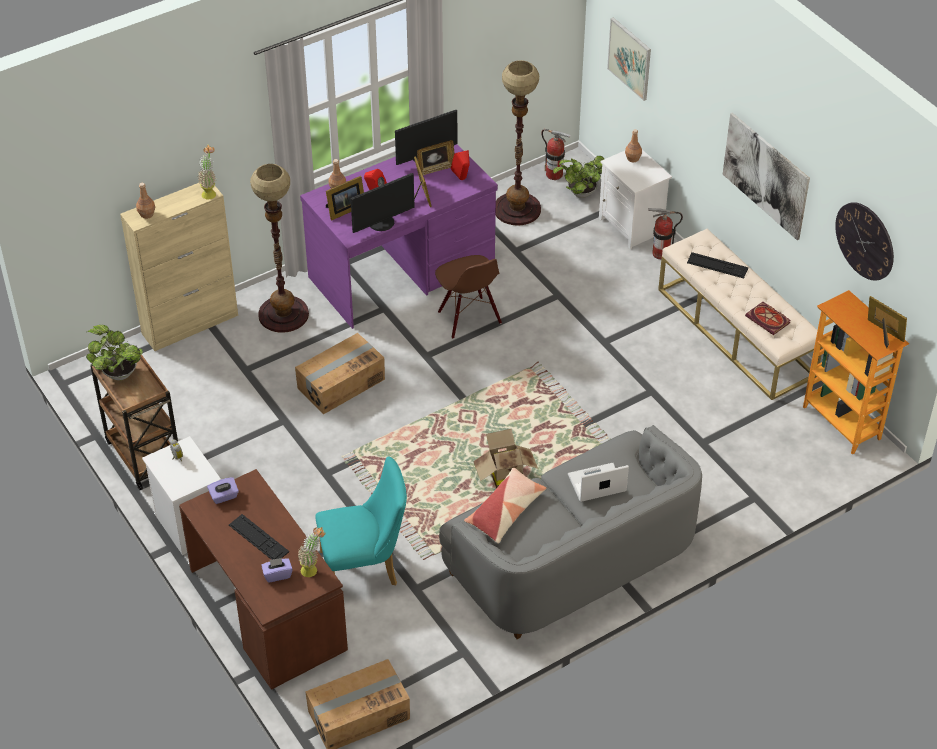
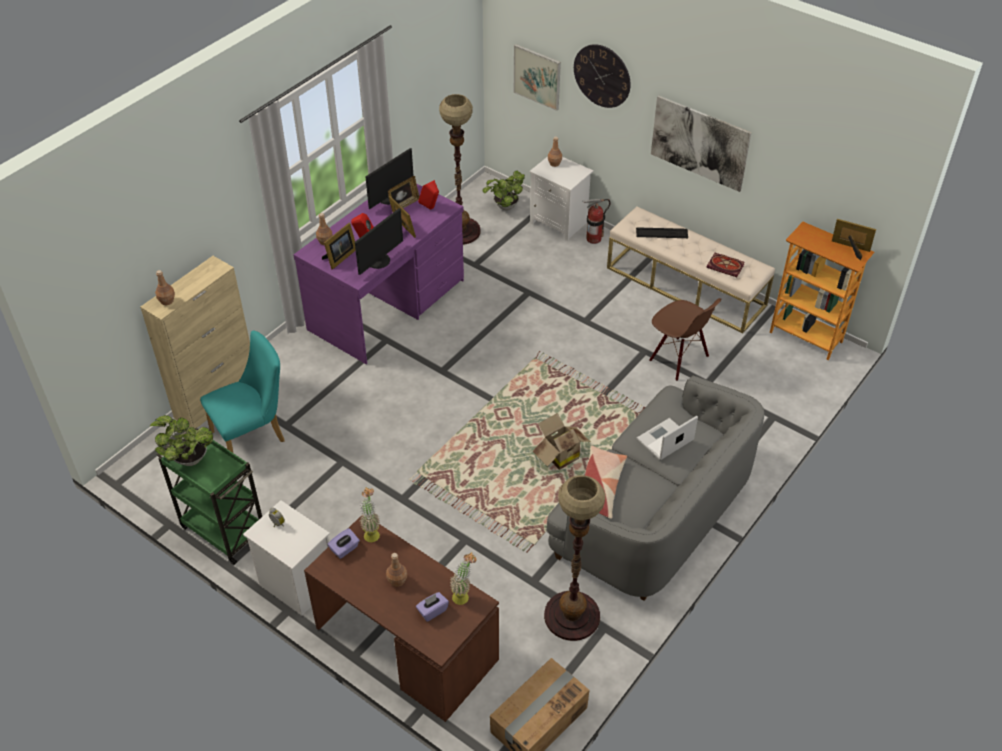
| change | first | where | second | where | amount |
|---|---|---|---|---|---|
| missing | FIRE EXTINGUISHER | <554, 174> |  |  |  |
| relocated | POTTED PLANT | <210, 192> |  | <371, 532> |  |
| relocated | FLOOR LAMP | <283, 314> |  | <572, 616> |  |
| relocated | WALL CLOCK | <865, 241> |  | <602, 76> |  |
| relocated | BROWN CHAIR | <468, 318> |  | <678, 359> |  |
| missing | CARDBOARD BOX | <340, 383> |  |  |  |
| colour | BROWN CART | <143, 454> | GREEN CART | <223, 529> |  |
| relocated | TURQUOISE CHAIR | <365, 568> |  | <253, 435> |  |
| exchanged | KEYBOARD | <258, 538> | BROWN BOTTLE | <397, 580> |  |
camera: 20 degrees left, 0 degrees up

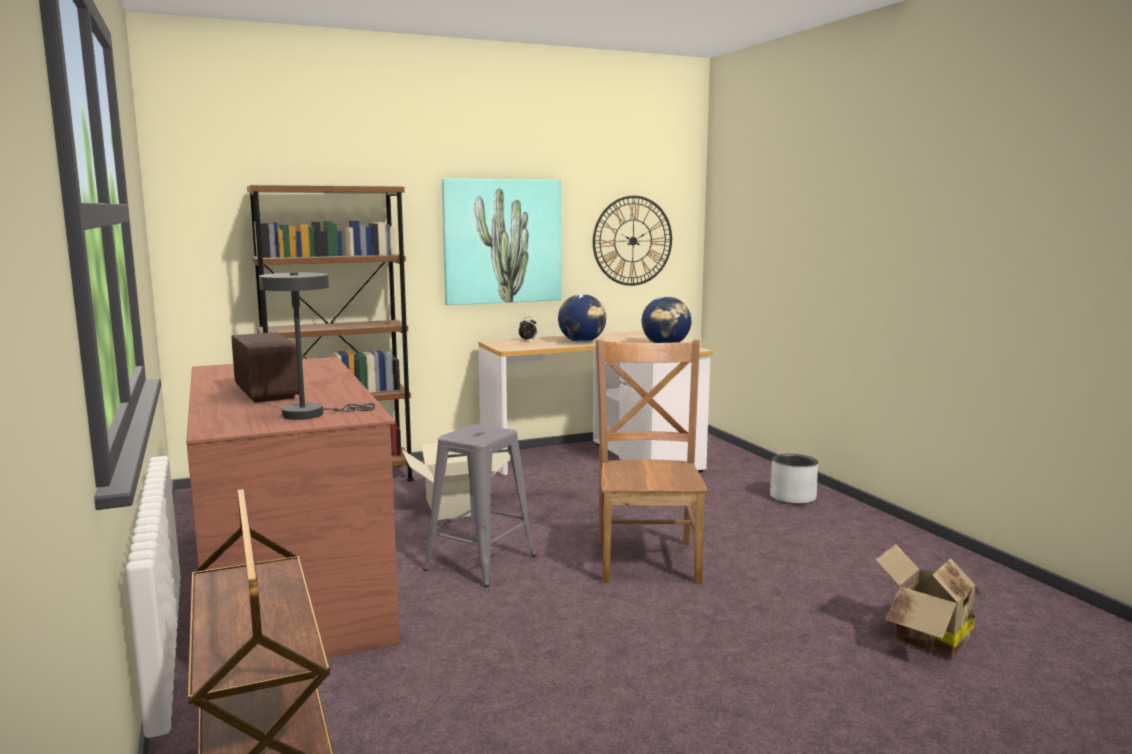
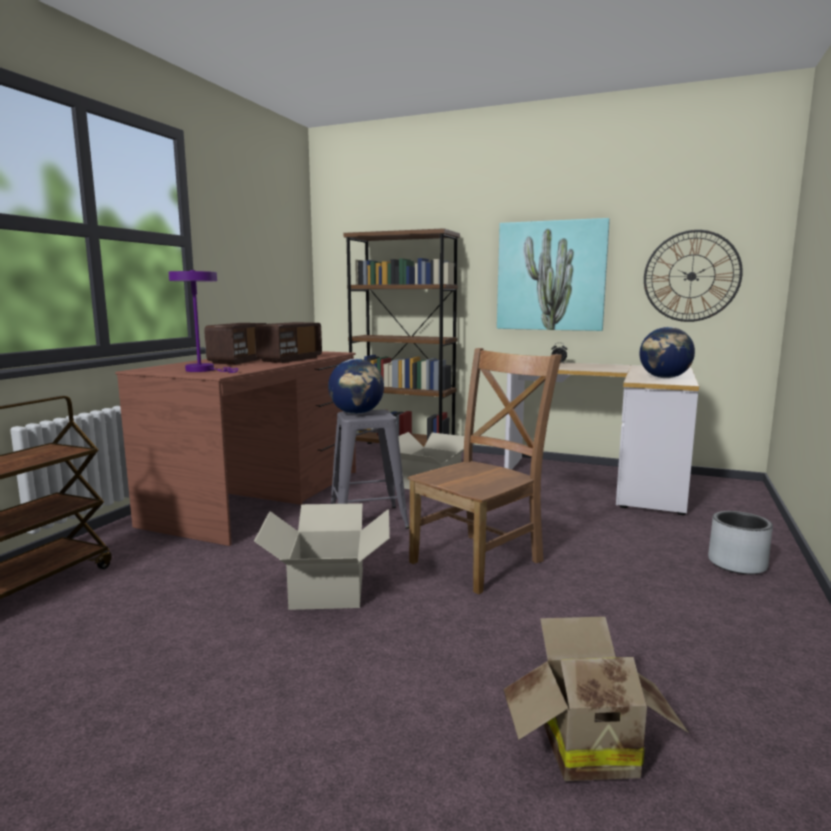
| change | first | where | second | where | amount |
|---|---|---|---|---|---|
| colour | GREY TABLE LAMP | <311, 414> | PURPLE TABLE LAMP | <204, 370> |  |
| relocated | GLOBE | <582, 342> |  | <357, 413> |  |
| appeared |  |  | RADIO | <290, 359> |  |
| appeared |  |  | CARDBOARD BOX | <328, 589> |  |
camera: 45 degrees right, 0 degrees up

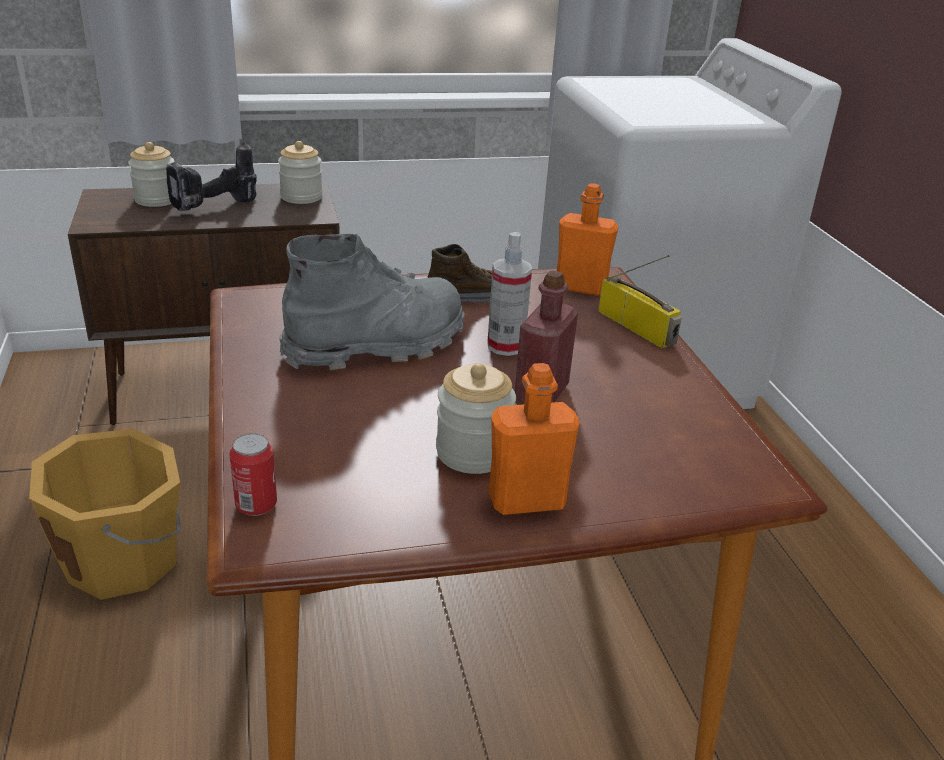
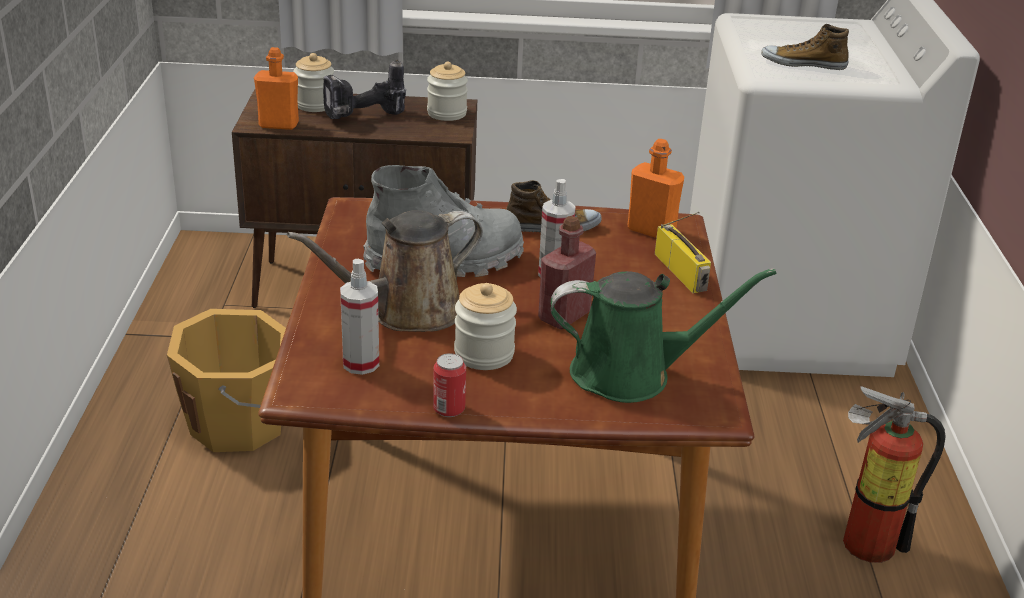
| change | first | where | second | where | amount |
|---|---|---|---|---|---|
| relocated | ORANGE BOTTLE | <526, 500> |  | <278, 125> |  |
| relocated | CAN | <256, 505> |  | <449, 409> |  |
| appeared |  |  | SHOE | <803, 64> |  |
| appeared |  |  | BROWN WATERING CAN | <407, 312> |  |
| appeared |  |  | SPRAY BOTTLE | <361, 363> |  |
| appeared |  |  | GREEN WATERING CAN | <631, 374> |  |
| appeared |  |  | FIRE EXTINGUISHER | <861, 540> |  |
camera: 15 degrees right, 0 degrees up

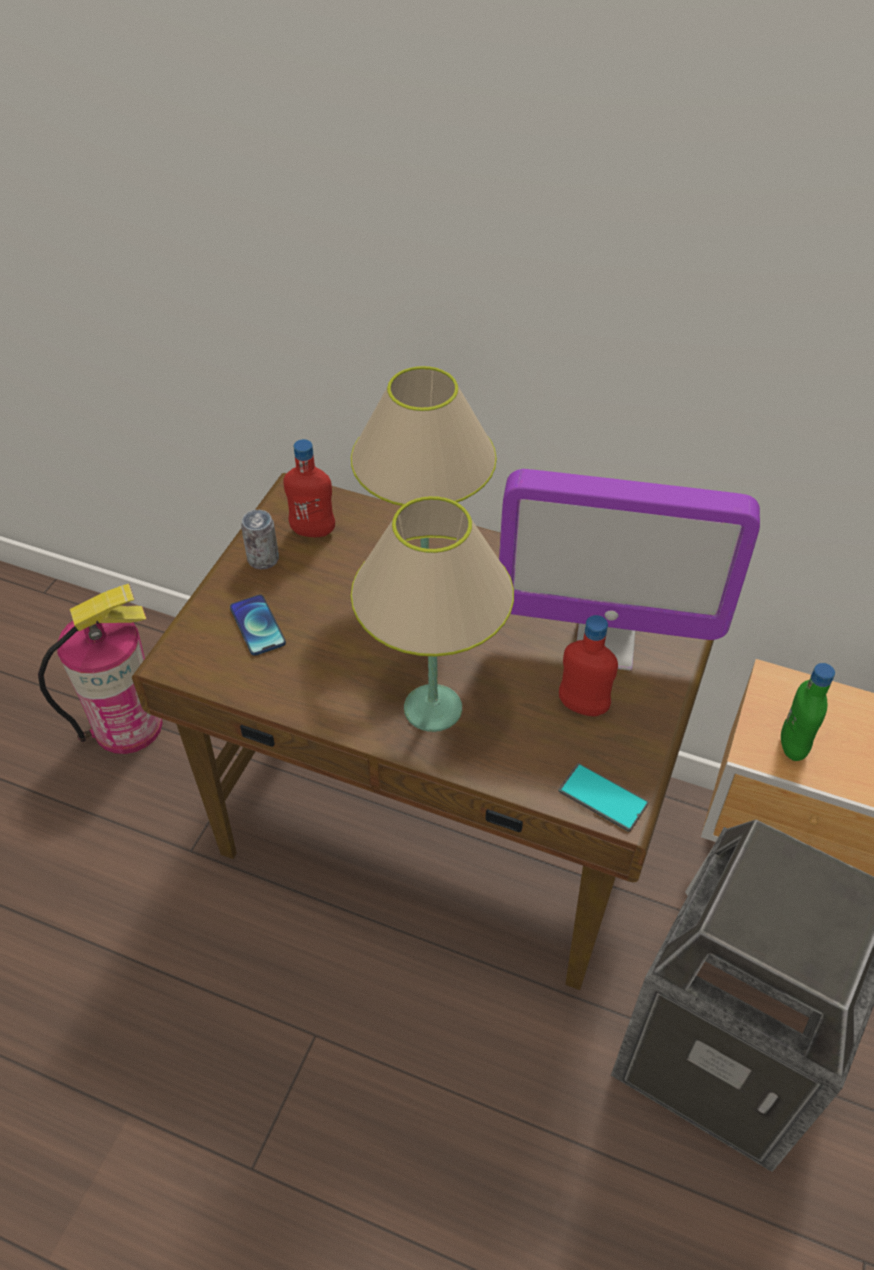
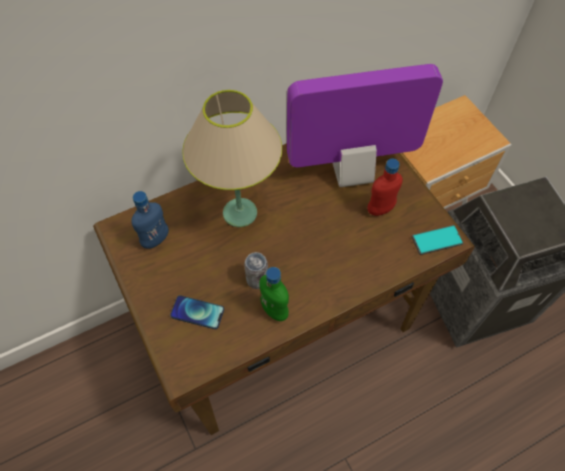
| change | first | where | second | where | amount |
|---|---|---|---|---|---|
| colour | RED BOTTLE | <313, 531> | BLUE BOTTLE | <155, 239> |  |
| spun | MONITOR | <605, 643> |  | <352, 173> | 150 degrees counterclockwise |
| missing | BEIGE TABLE LAMP | <432, 709> |  |  |  |
| relocated | CAN | <263, 559> |  | <257, 279> |  |
| missing | FIRE EXTINGUISHER | <128, 725> |  |  |  |
| relocated | GREEN BOTTLE | <793, 745> |  | <274, 310> |  |
camera: 50 degrees left, 10 degrees up

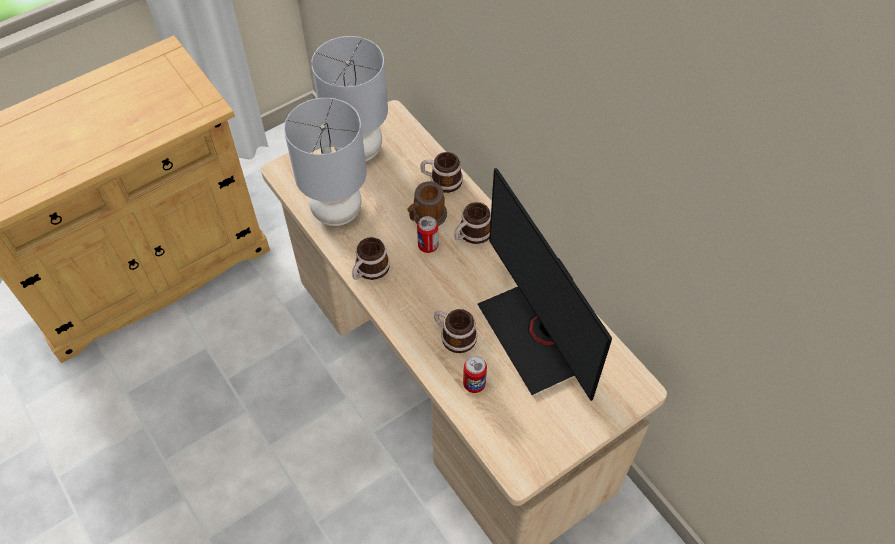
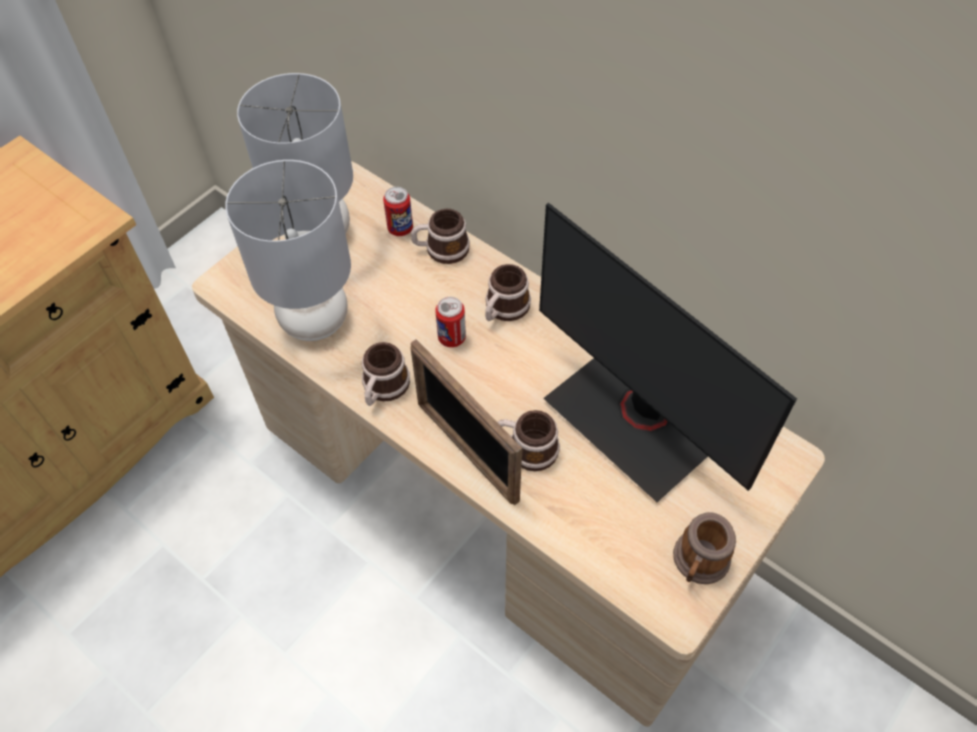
| change | first | where | second | where | amount |
|---|---|---|---|---|---|
| relocated | MUG | <426, 217> |  | <698, 563> |  |
| relocated | CAN | <474, 384> |  | <400, 228> |  |
| appeared |  |  | PICTURE FRAME | <466, 450> |  |
camera: 15 degrees left, 0 degrees up

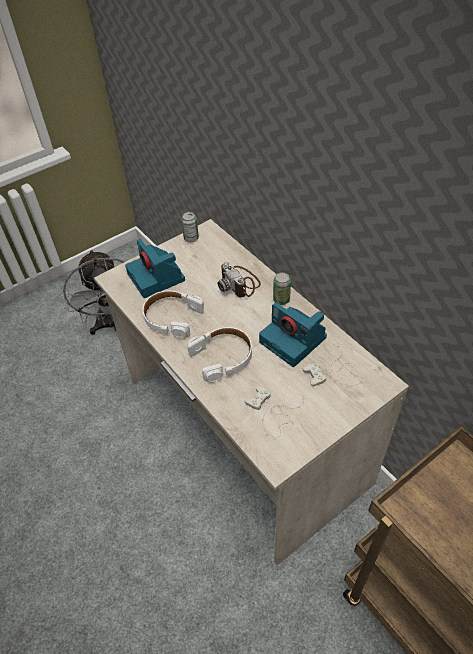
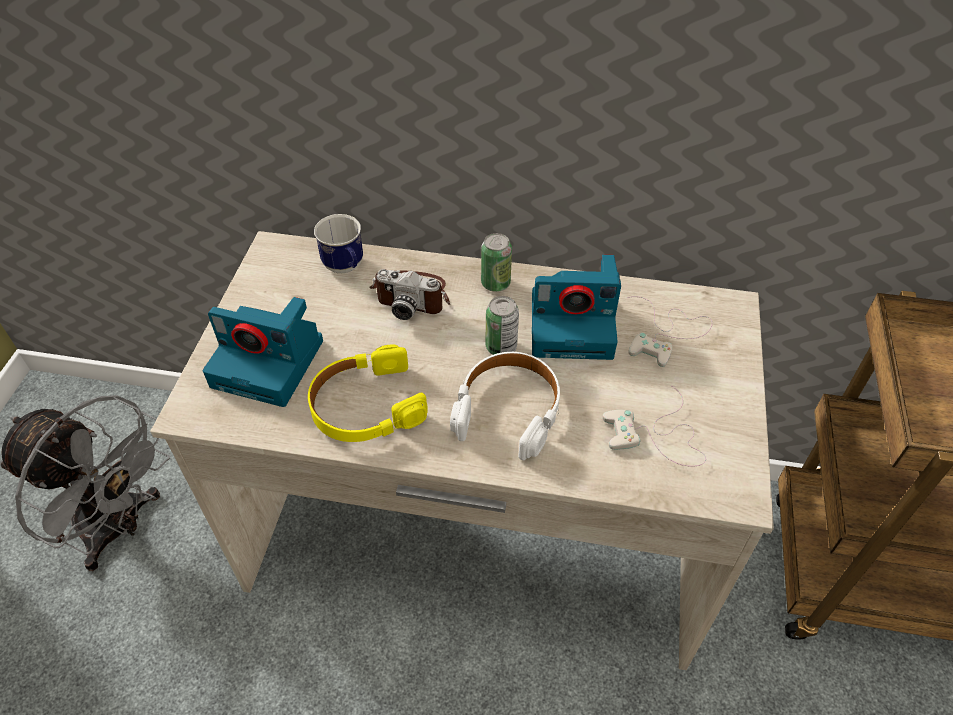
| change | first | where | second | where | amount |
|---|---|---|---|---|---|
| relocated | CAN | <191, 238> |  | <501, 347> |  |
| colour | WHITE HEADPHONES | <172, 317> | YELLOW HEADPHONES | <366, 406> |  |
| appeared |  |  | MUG | <346, 268> |  |
camera: 45 degrees left, 0 degrees up

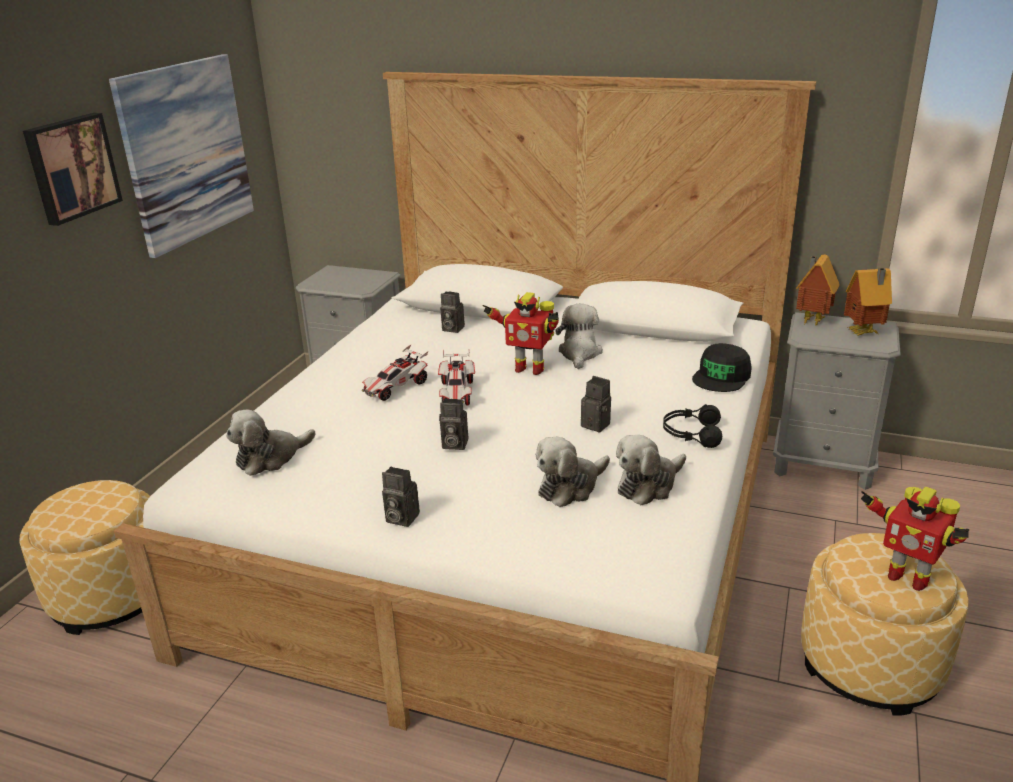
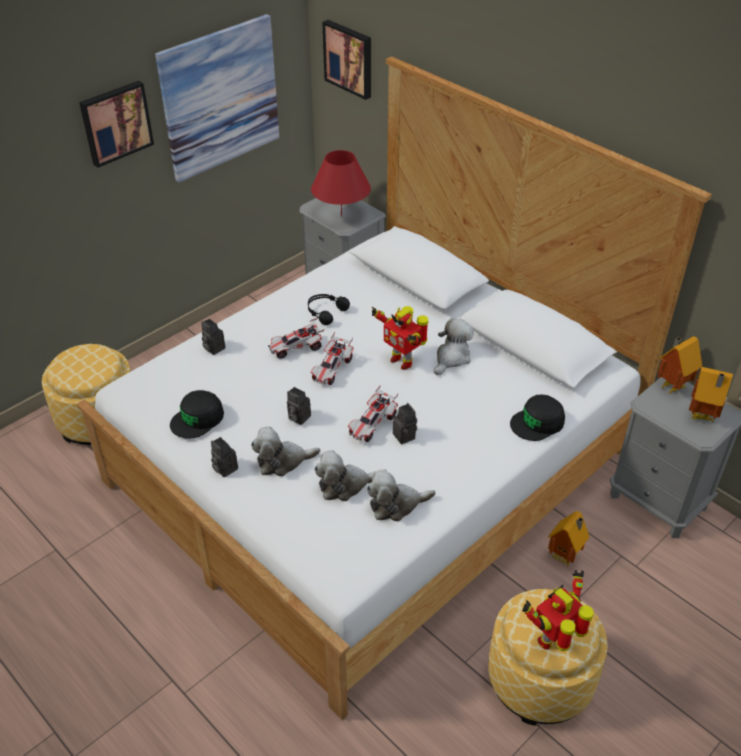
| change | first | where | second | where | amount |
|---|---|---|---|---|---|
| relocated | PHOTO CAMERA | <451, 329> |  | <213, 348> |  |
| relocated | BLACK HEADPHONES | <691, 434> |  | <325, 312> |  |
| relocated | PLUSH TOY | <270, 458> |  | <282, 461> |  |
| spun | TOY ROBOT | <907, 576> |  | <553, 640> | 75 degrees clockwise |
| appeared |  |  | PICTURE | <349, 58> |  |
| appeared |  |  | RED TABLE LAMP | <341, 216> |  |
| appeared |  |  | TOY CAR | <372, 424> |  |
| appeared |  |  | BLACK CAP | <198, 419> |  |
| appeared |  |  | TOY HOUSE | <565, 557> |  |
camera: 25 degrees right, 15 degrees up

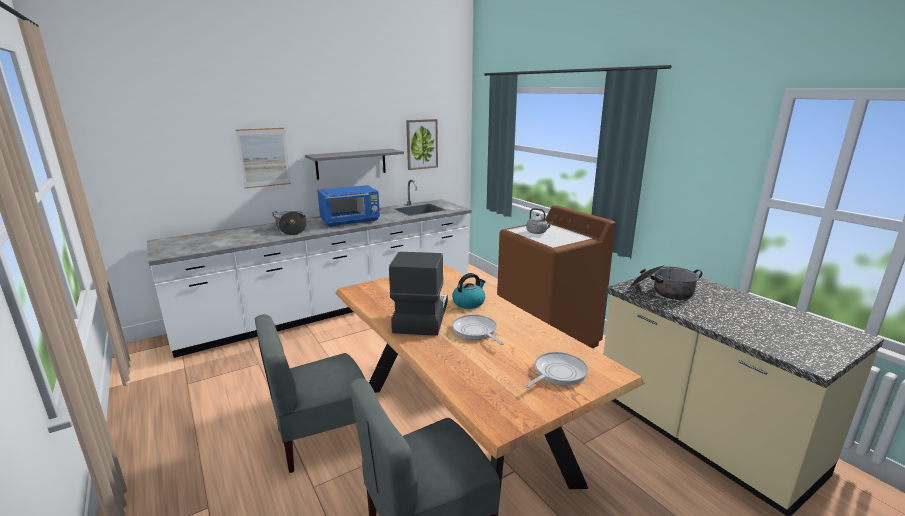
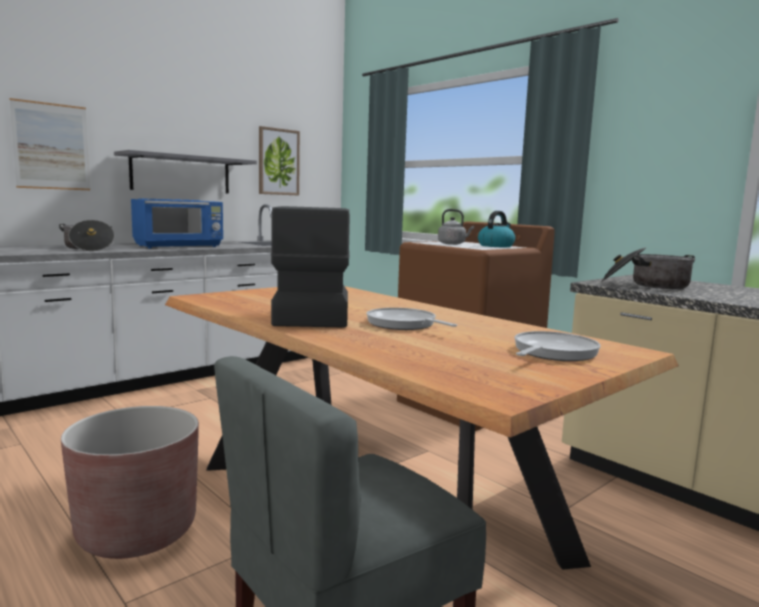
| change | first | where | second | where | amount |
|---|---|---|---|---|---|
| relocated | KETTLE | <469, 302> |  | <496, 246> |  |
| exchanged | GREY CHAIR | <322, 438> | BROWN PLANTER | <137, 532> |  |
camera: 10 degrees left, 10 degrees down

